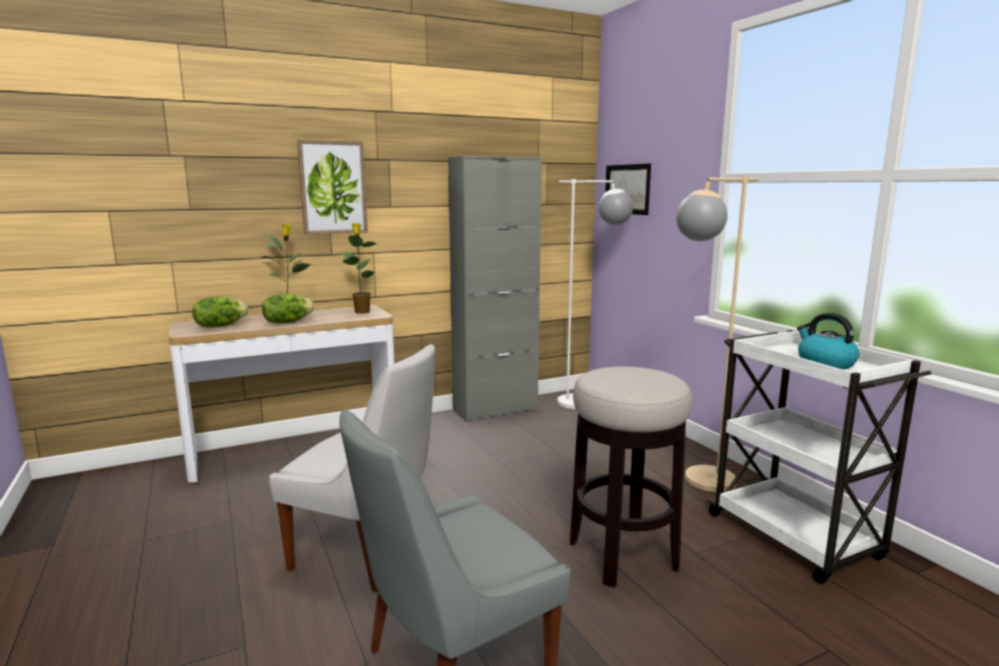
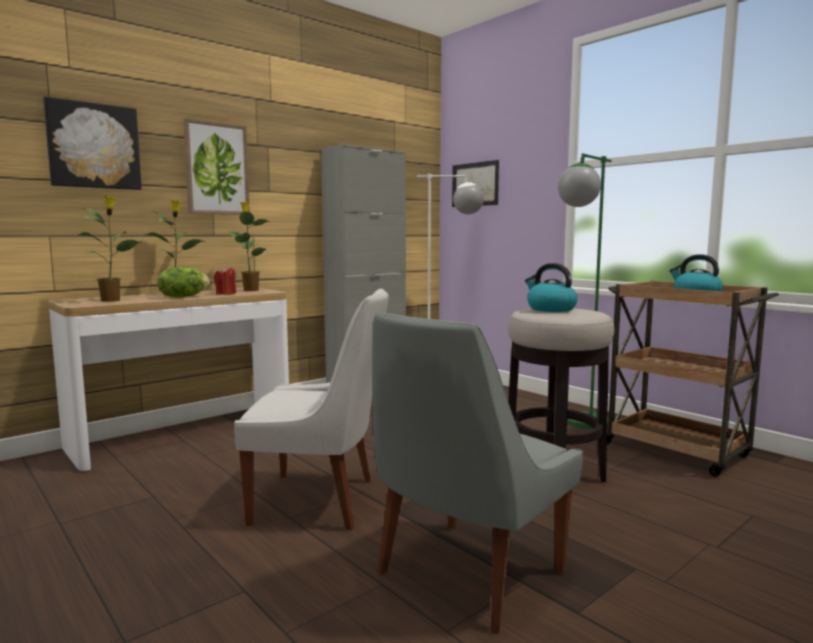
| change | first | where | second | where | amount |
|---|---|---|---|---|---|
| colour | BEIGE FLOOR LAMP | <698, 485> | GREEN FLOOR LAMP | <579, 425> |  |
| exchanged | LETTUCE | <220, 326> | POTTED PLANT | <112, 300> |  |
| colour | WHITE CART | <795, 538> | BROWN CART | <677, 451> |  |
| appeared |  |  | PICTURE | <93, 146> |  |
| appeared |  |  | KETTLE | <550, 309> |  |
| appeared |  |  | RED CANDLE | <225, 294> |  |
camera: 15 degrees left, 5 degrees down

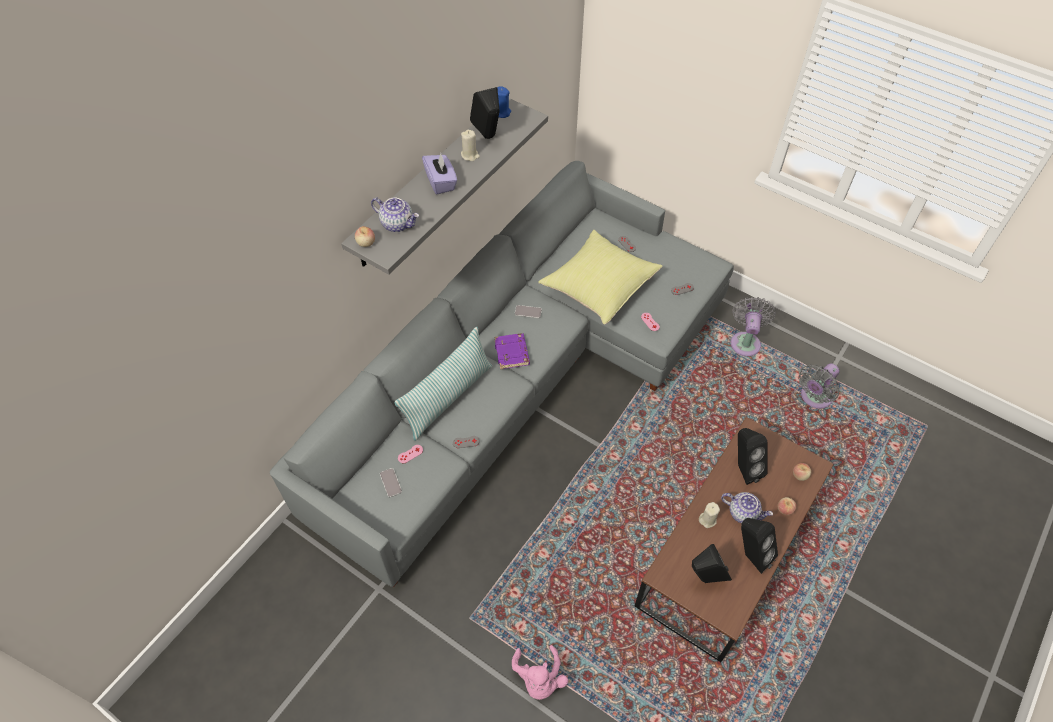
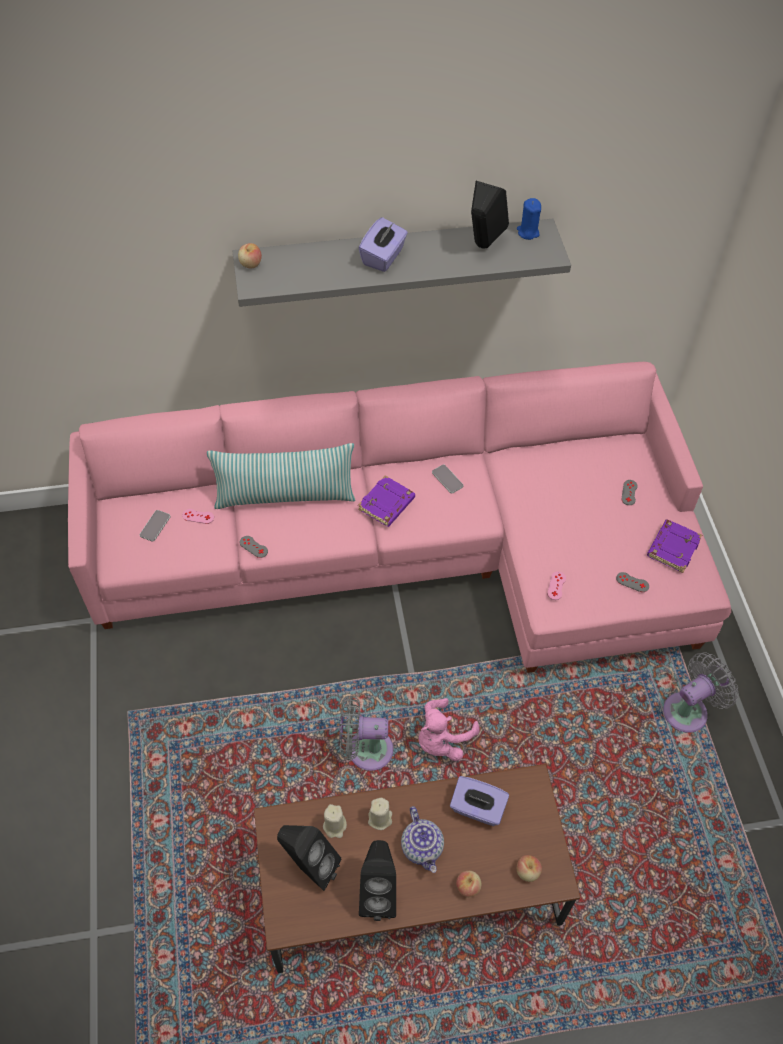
| change | first | where | second | where | amount |
|---|---|---|---|---|---|
| relocated | BEIGE CANDLE | <470, 155> |  | <335, 826> |  |
| colour | GREY SOFA | <522, 374> | PINK SOFA | <418, 548> |  |
| missing | TEAPOT | <398, 224> |  |  |  |
| missing | YELLOW PILLOW | <599, 287> |  |  |  |
| relocated | GREY FAN | <814, 398> |  | <365, 749> |  |
| exchanged | BLACK SPEAKER | <743, 468> | PURPLE TISSUE BOX | <477, 808> |  |
| relocated | PINK PLUSH TOY | <539, 679> |  | <442, 739> |  |
| appeared |  |  | PURPLE BOOK | <672, 547> |  |
camera: 45 degrees right, 0 degrees up

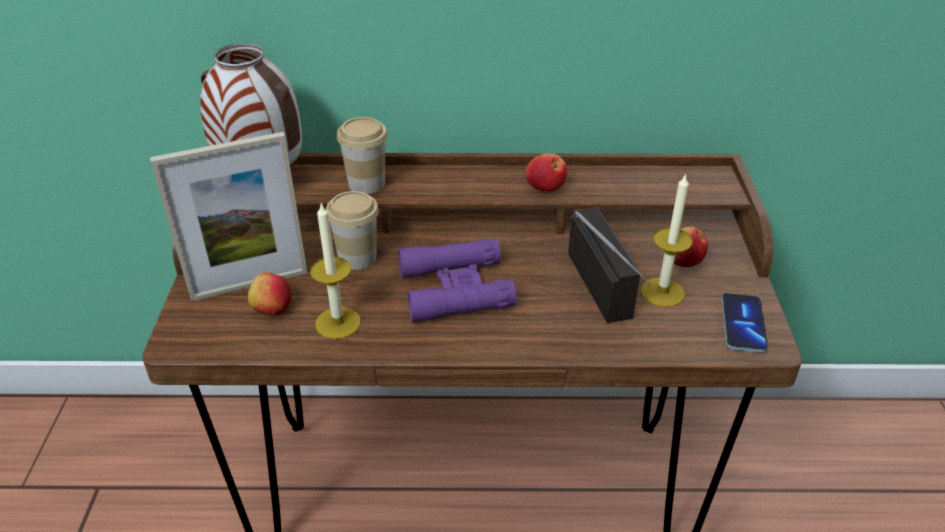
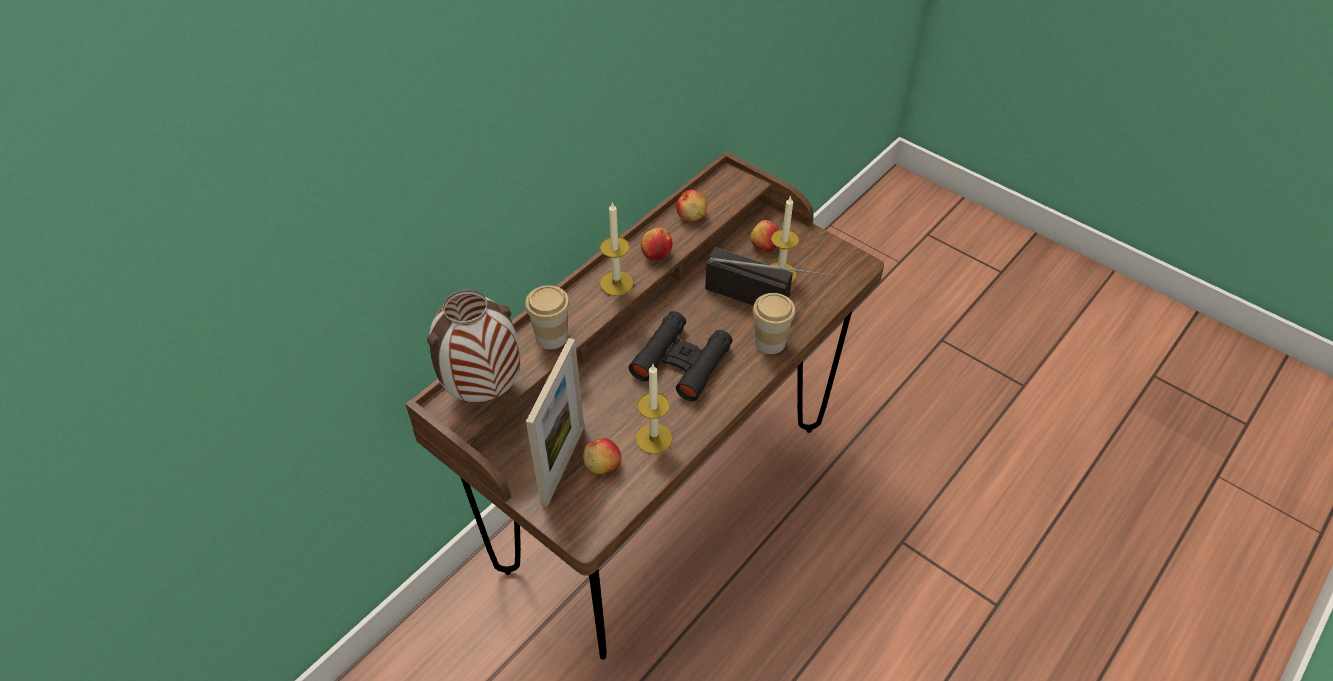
| change | first | where | second | where | amount |
|---|---|---|---|---|---|
| relocated | CUP | <357, 257> |  | <770, 342> |  |
| colour | PURPLE BINOCULARS | <455, 289> | BLACK BINOCULARS | <681, 362> |  |
| missing | PHONE | <743, 324> |  |  |  |
| appeared |  |  | APPLE | <691, 215> |  |
| appeared |  |  | CANDLE | <616, 283> |  |
camera: 50 degrees left, 10 degrees up

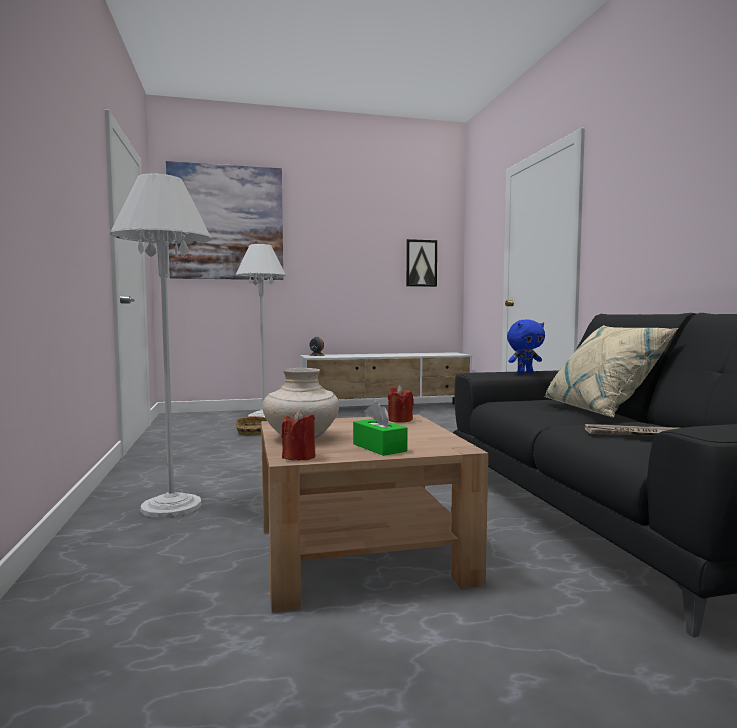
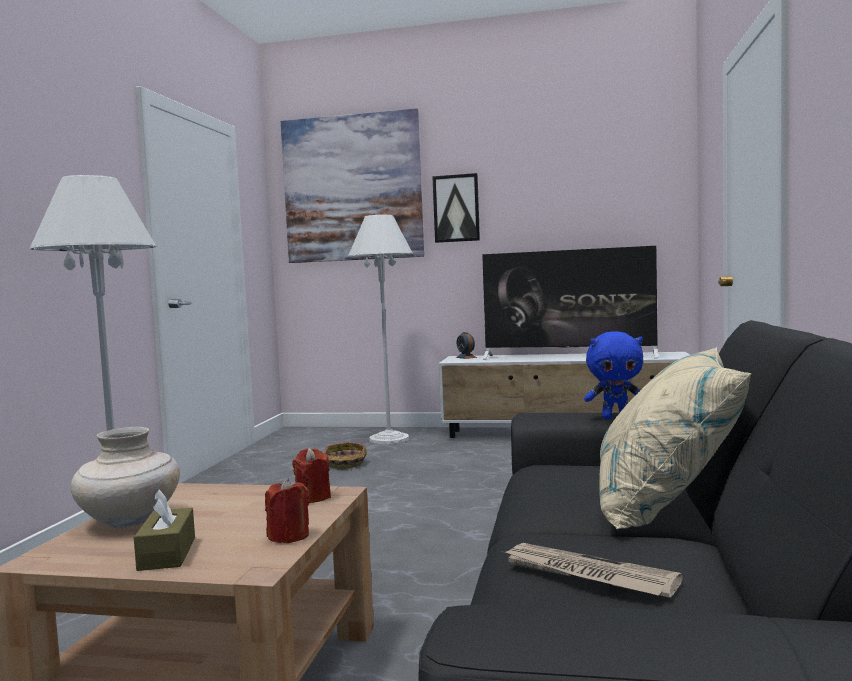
| change | first | where | second | where | amount |
|---|---|---|---|---|---|
| relocated | PICTURE | <421, 263> |  | <456, 208> |  |
| colour | GREEN TISSUE BOX | <379, 447> | BROWN TISSUE BOX | <167, 553> |  |
| relocated | RED CANDLE | <299, 457> |  | <288, 536> |  |
| appeared |  |  | TELEVISION | <569, 356> |  |
camera: 25 degrees right, 0 degrees up

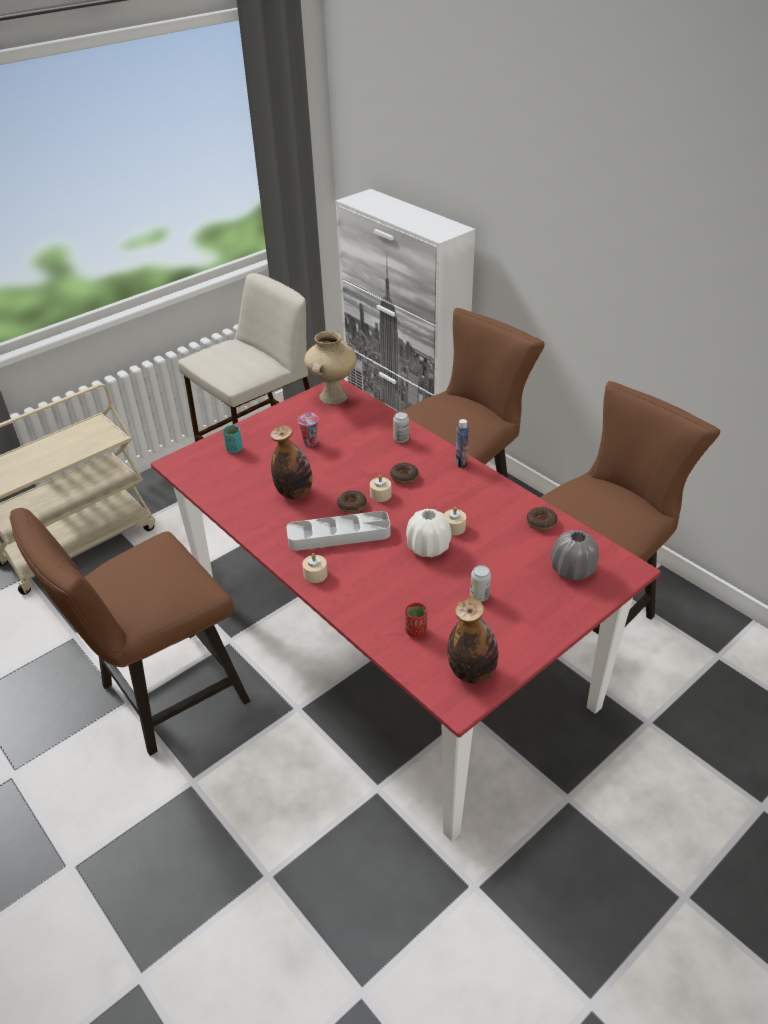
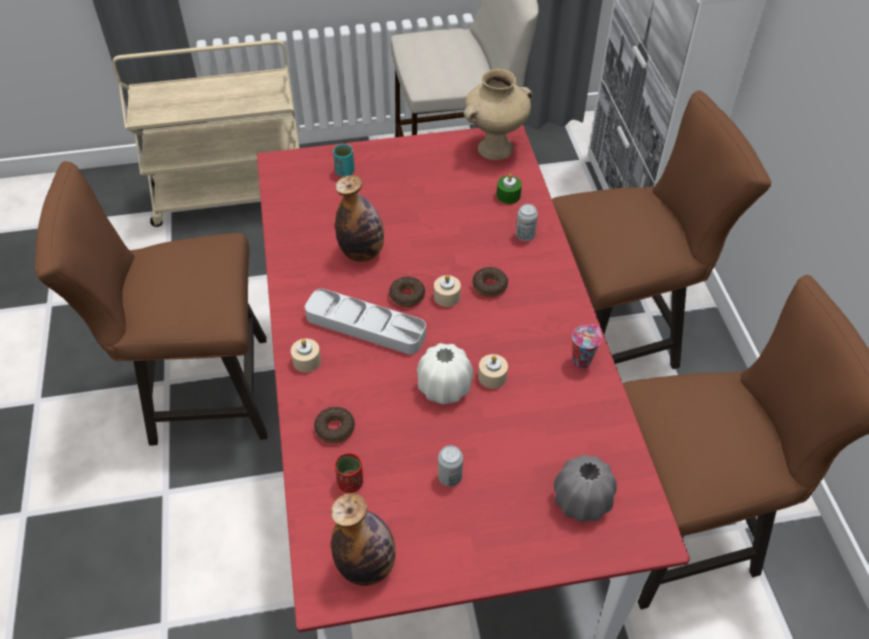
| change | first | where | second | where | amount |
|---|---|---|---|---|---|
| relocated | CUP | <310, 442> |  | <582, 360> |  |
| missing | BOTTLE | <461, 462> |  |  |  |
| relocated | DONUT | <541, 522> |  | <335, 428> |  |
| appeared |  |  | GREEN CANDLE | <508, 195> |  |
camera: 30 degrees right, 10 degrees up

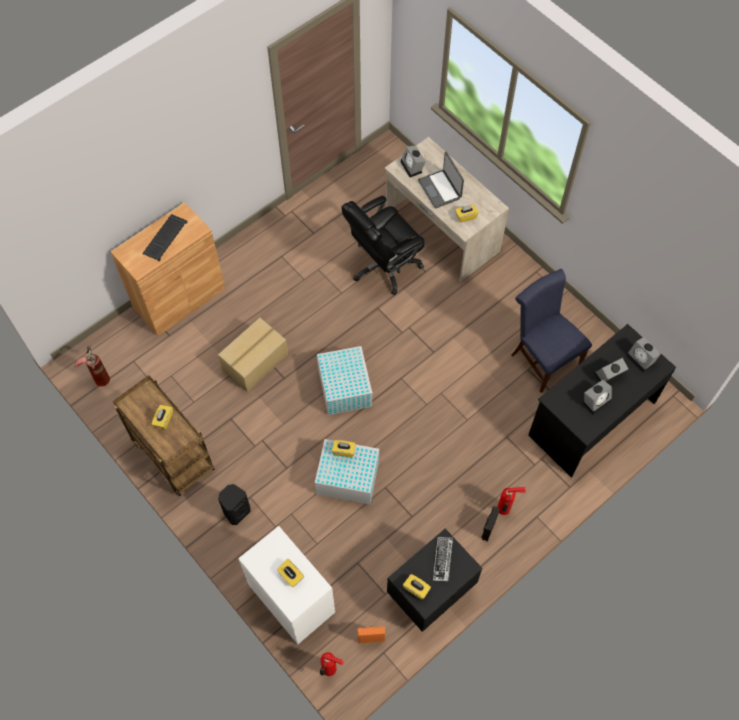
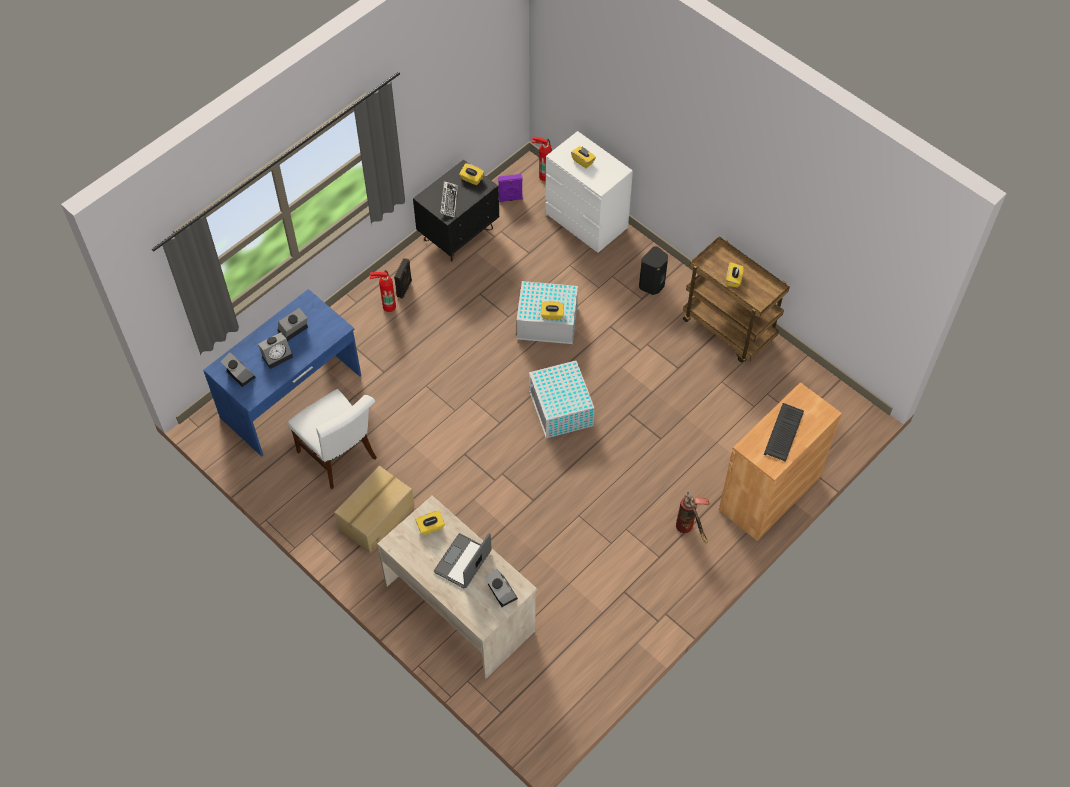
| change | first | where | second | where | amount |
|---|---|---|---|---|---|
| spun | LAPTOP | <440, 189> |  | <463, 562> | 120 degrees counterclockwise |
| missing | BLACK OFFICE CHAIR | <384, 265> |  |  |  |
| colour | BLUE CHAIR | <542, 357> | WHITE CHAIR | <340, 457> |  |
| relocated | CARDBOARD BOX | <256, 362> |  | <375, 517> |  |
| colour | BLACK DESK | <591, 418> | BLUE DESK | <292, 397> |  |
| relocated | FIRE EXTINGUISHER | <98, 376> |  | <690, 529> |  |
| colour | ORANGE SPEAKER | <371, 638> | PURPLE SPEAKER | <510, 199> |  |
camera: 175 degrees right, 5 degrees down

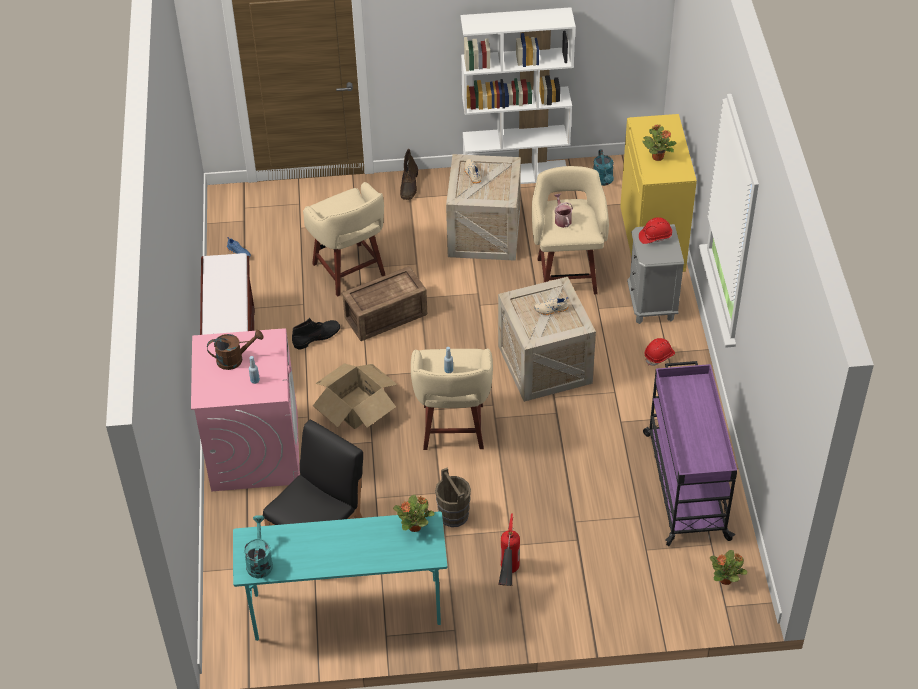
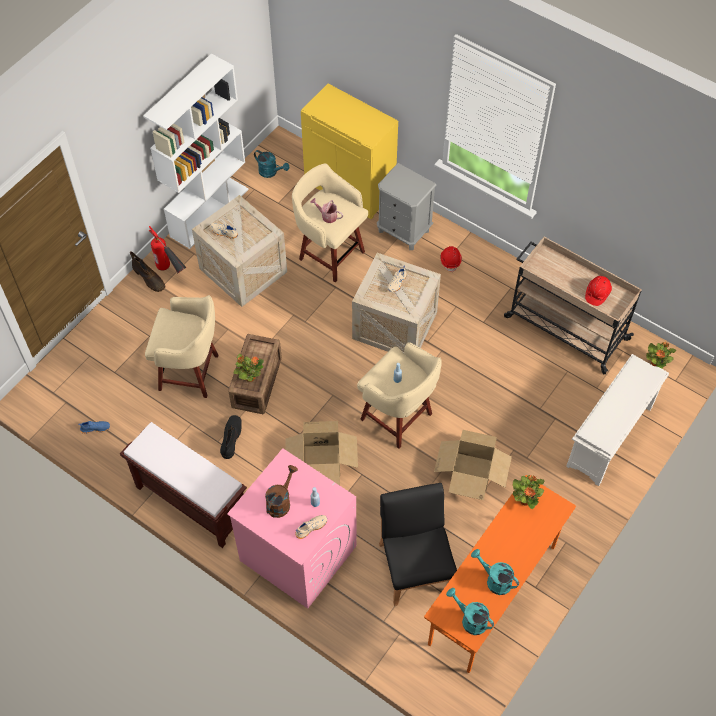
| change | first | where | second | where | amount |
|---|---|---|---|---|---|
| relocated | POTTED PLANT | <657, 157> |  | <249, 377> |  |
| relocated | RED HARD HAT | <655, 236> |  | <597, 293> |  |
| colour | PURPLE CART | <685, 484> | BEIGE CART | <565, 327> |  |
| exchanged | BROWN BUCKET | <453, 515> | CARDBOARD BOX | <471, 472> |  |
| colour | TURQUOISE DESK | <346, 610> | ORANGE DESK | <492, 596> |  |
| relocated | FIRE EXTINGUISHER | <508, 580> |  | <171, 273> |  |
| appeared |  |  | WHITE SHOE RACK | <609, 437> |  |
| appeared |  |  | BEIGE SHOE | <310, 527> |  |
| appeared |  |  | TURQUOISE WATERING CAN | <494, 580> |  |
camera: 50 degrees left, 10 degrees up

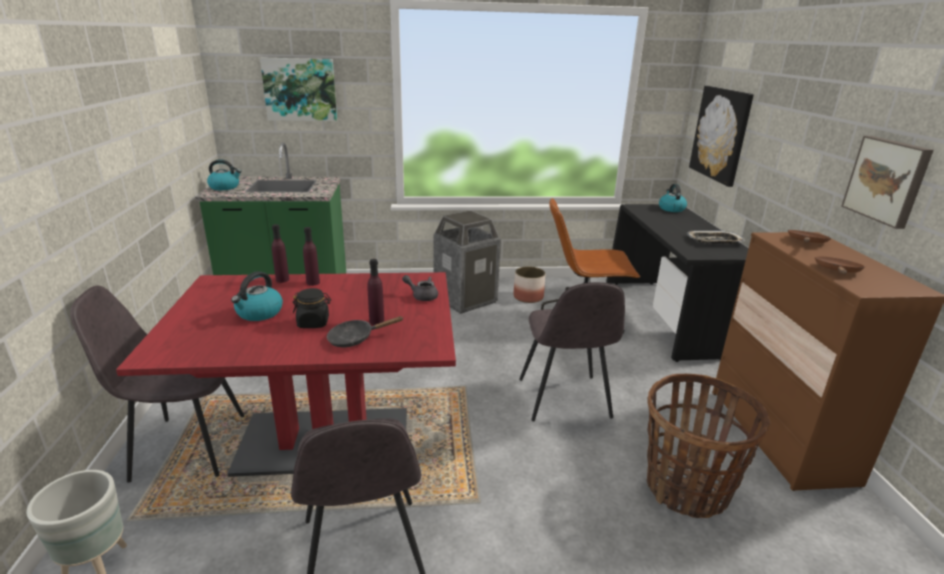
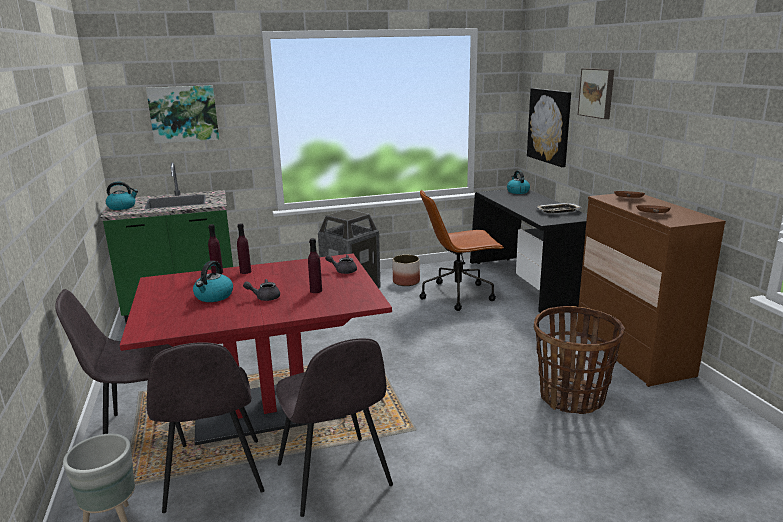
| change | first | where | second | where | amount |
|---|---|---|---|---|---|
| relocated | PICTURE | <887, 180> |  | <597, 93> |  |
| relocated | GREY CHAIR | <564, 400> |  | <213, 477> |  |
| exchanged | BLACK JAR | <313, 323> | GREY TEAPOT | <264, 297> |  |
| missing | BLACK FRYING PAN | <355, 339> |  |  |  |
camera: 10 degrees left, 5 degrees down

